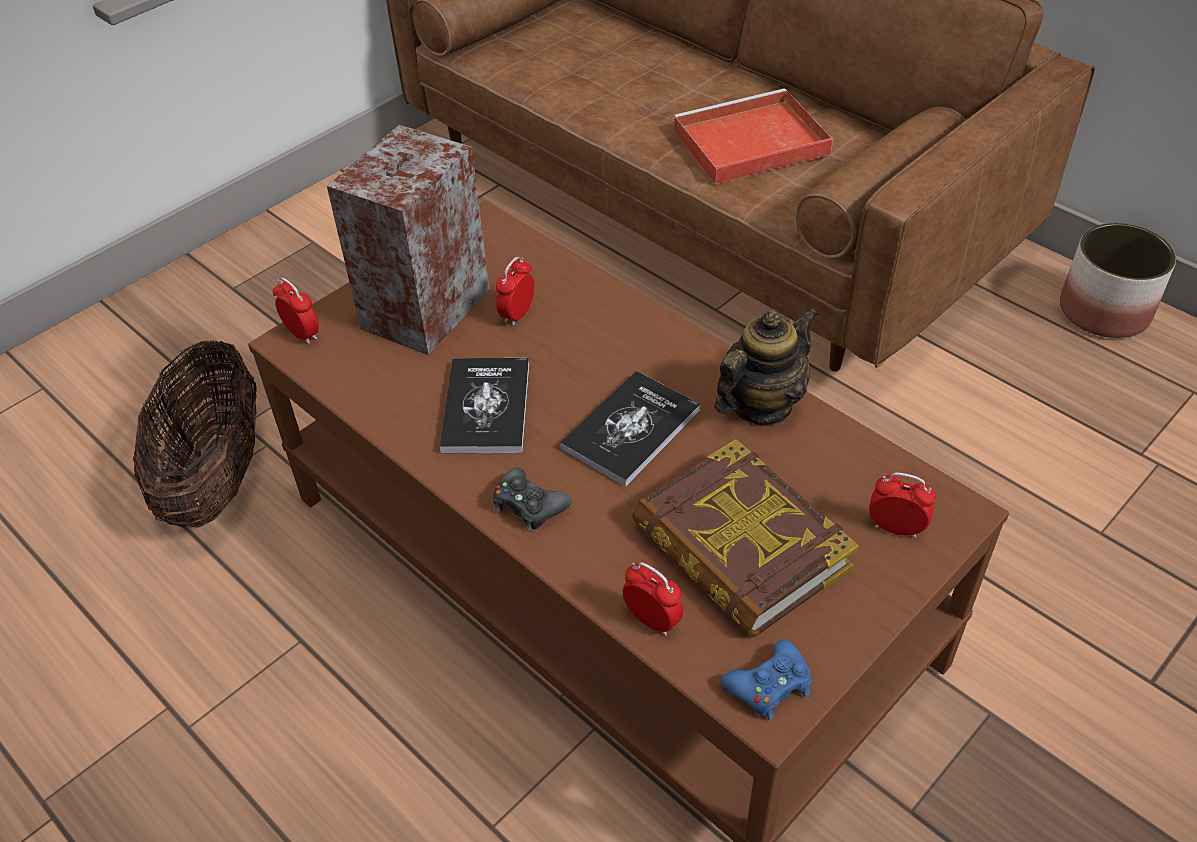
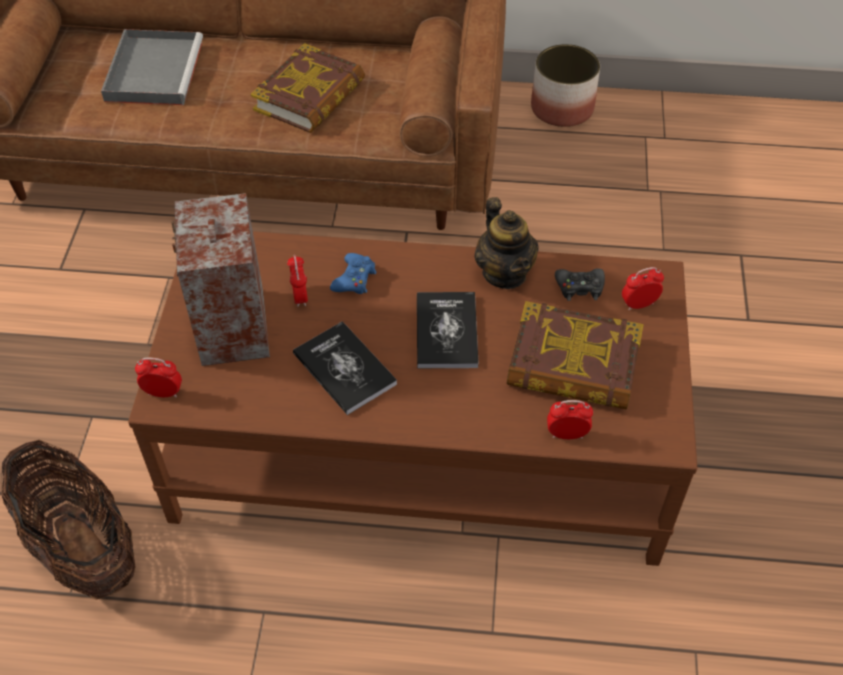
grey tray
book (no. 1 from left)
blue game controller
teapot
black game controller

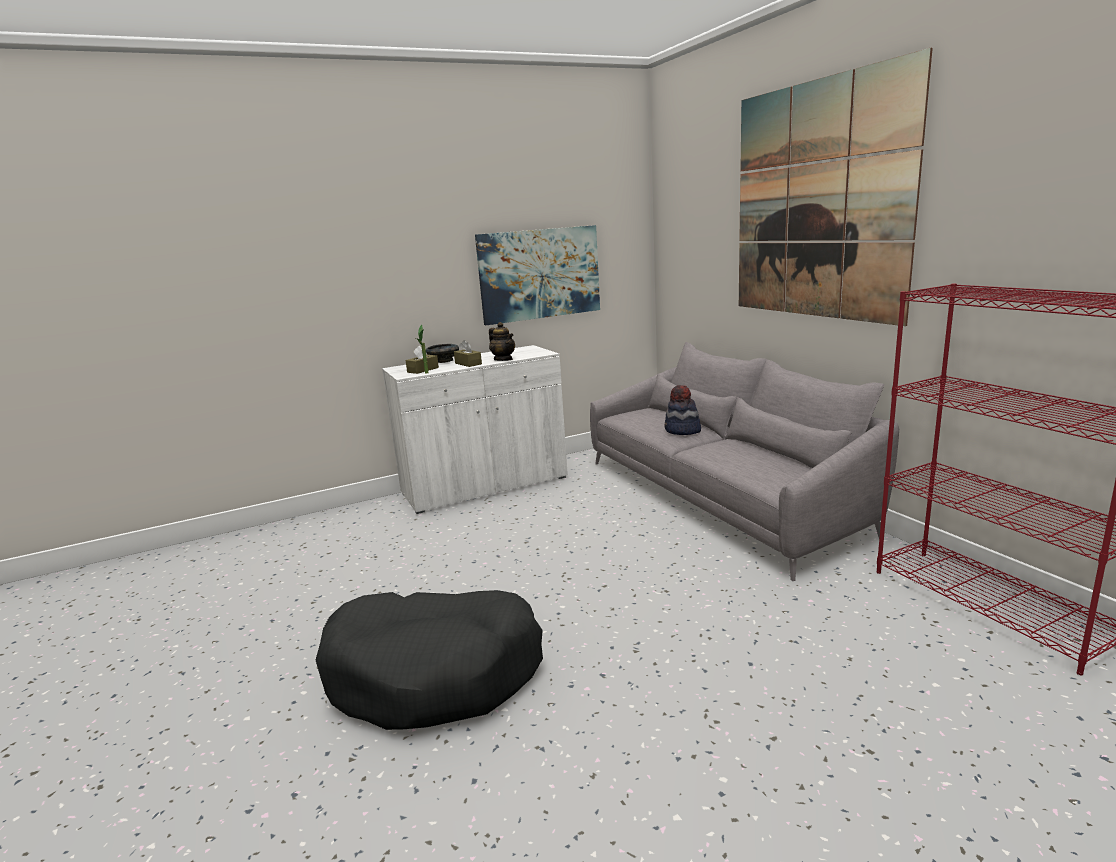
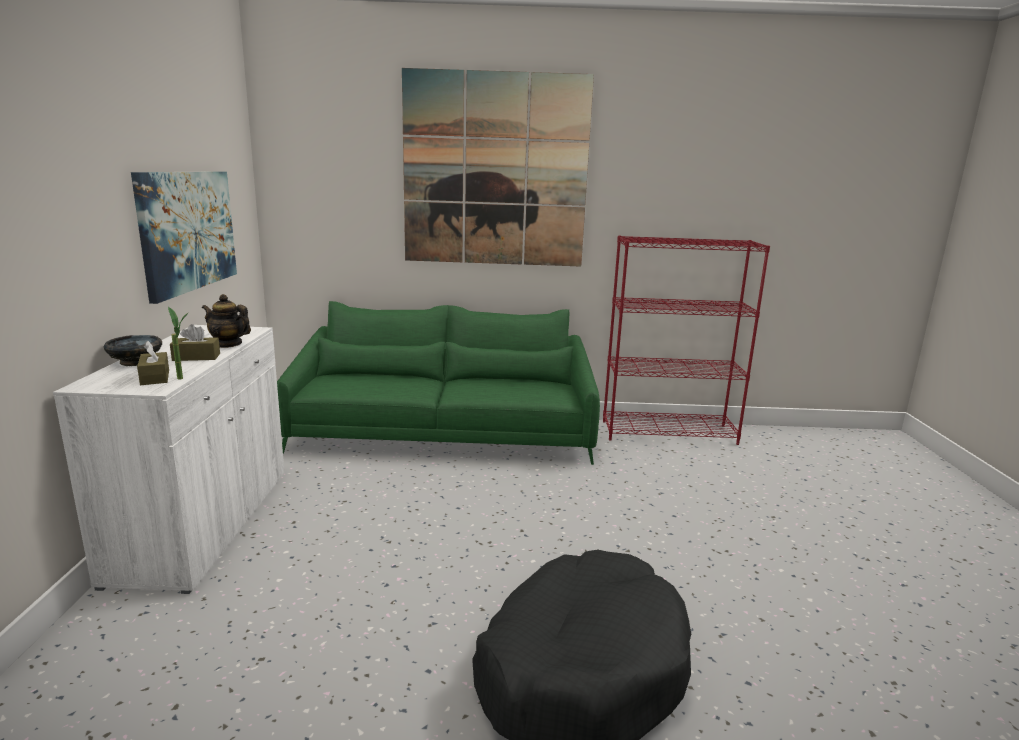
teapot
green sofa
hat

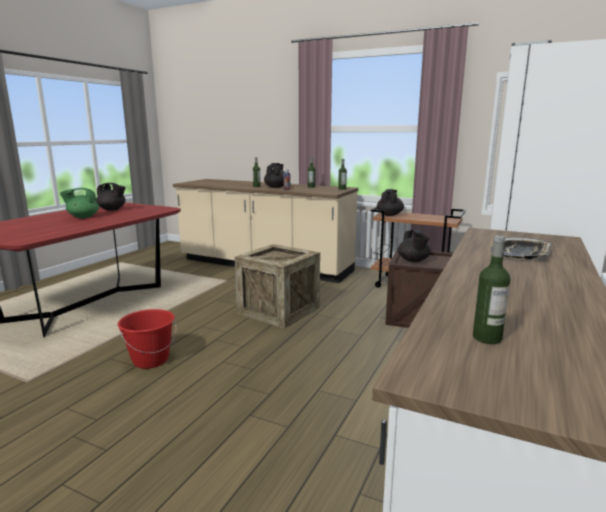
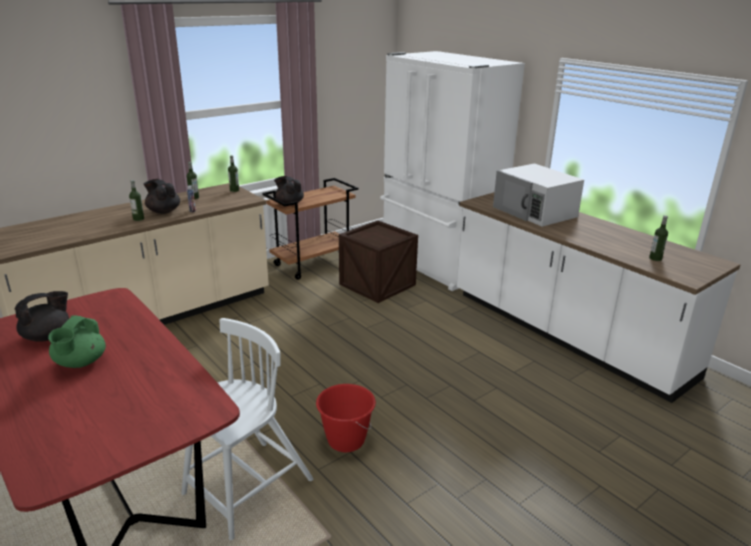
white chair
white microwave
crate (no. 1 from left in the first image)
black teapot (no. 4 from left in the first image)

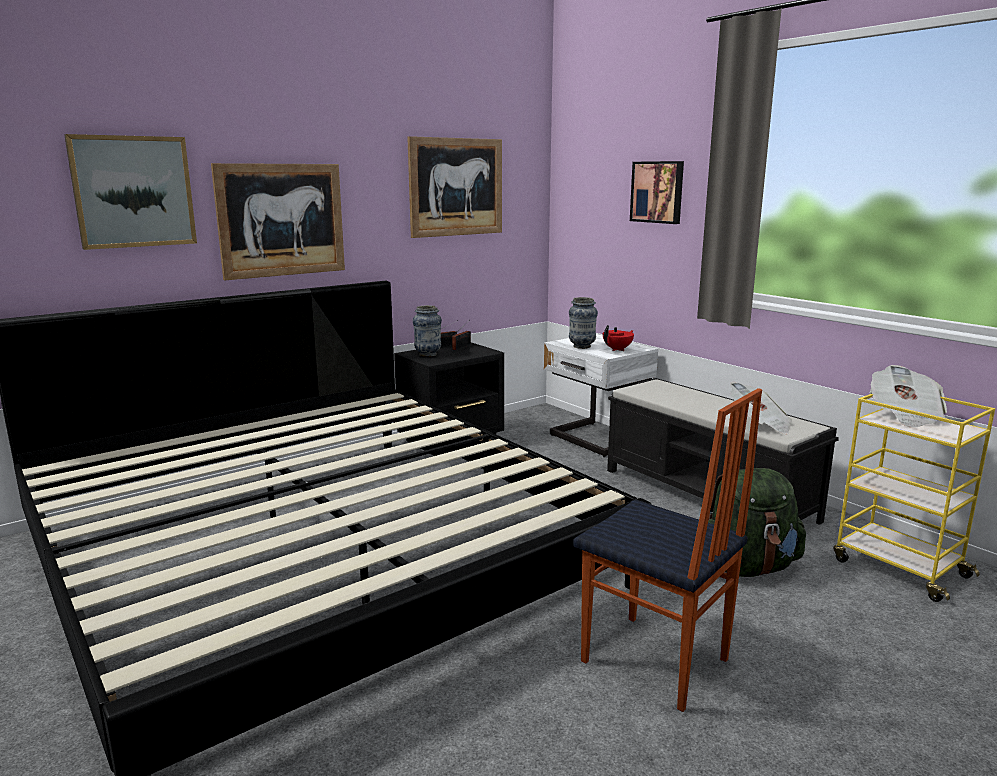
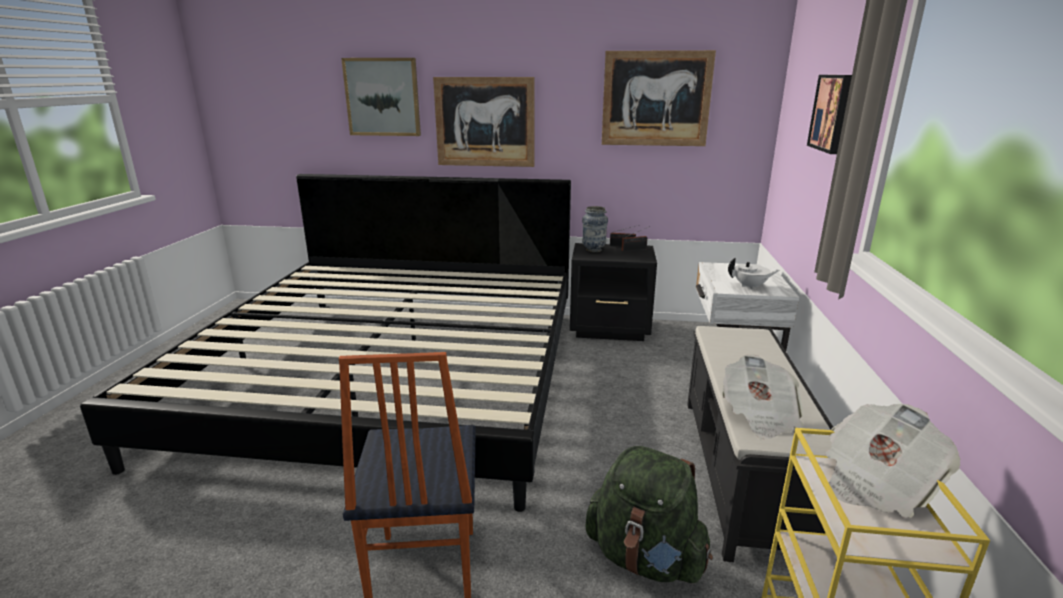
white teapot
vase (no. 2 from left in the first image)

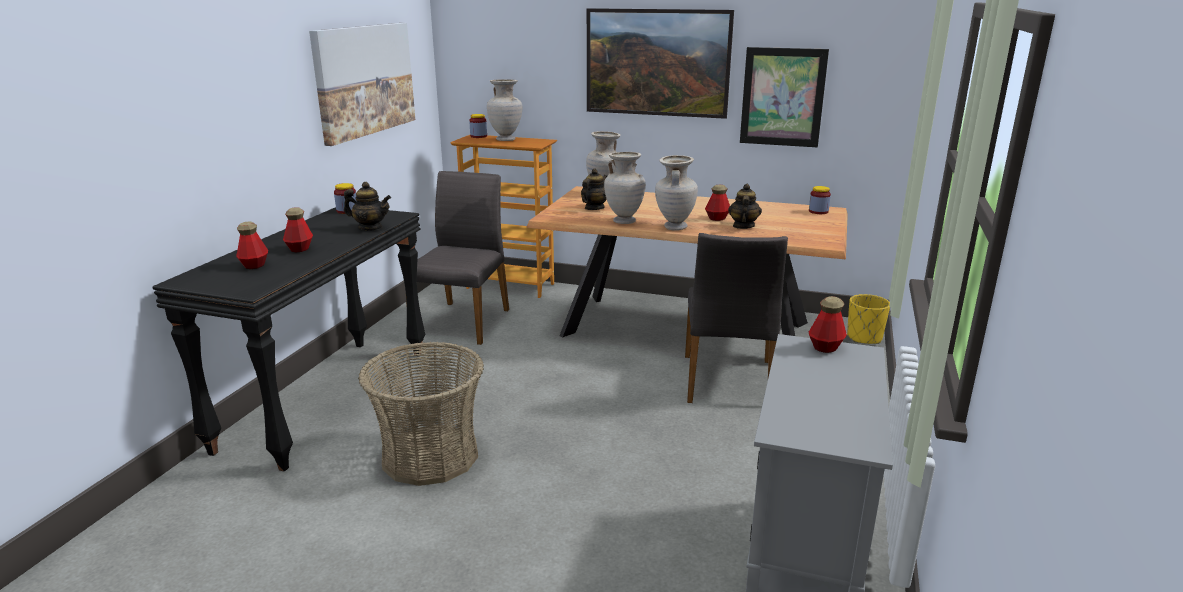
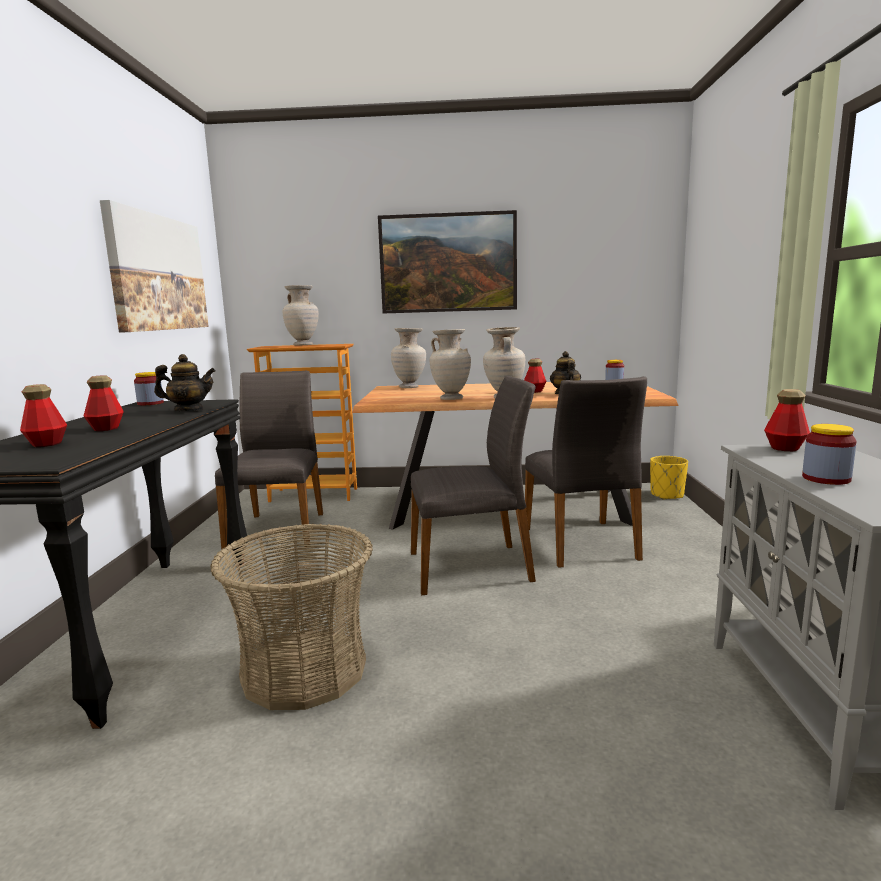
grey chair (no. 2 from left)
jar (no. 3 from left)
teapot (no. 2 from left in the first image)
picture (no. 3 from left in the first image)

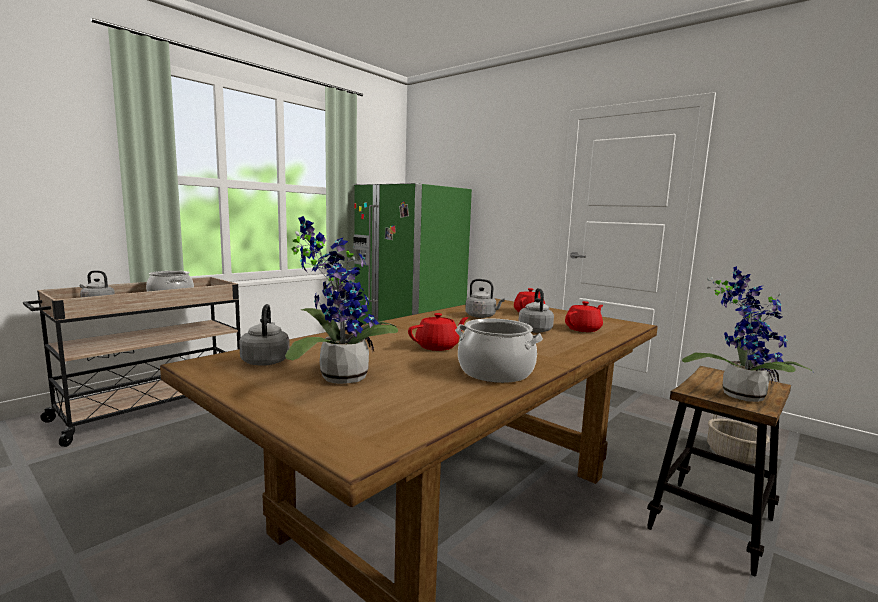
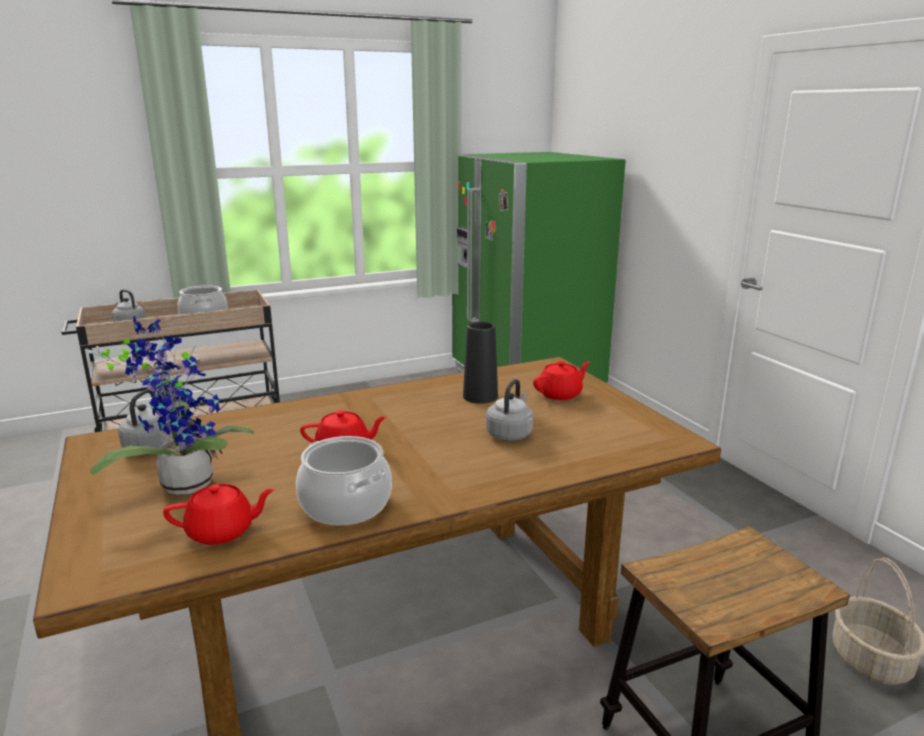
red teapot (no. 1 from left)
black vase
potted plant (no. 2 from left in the first image)

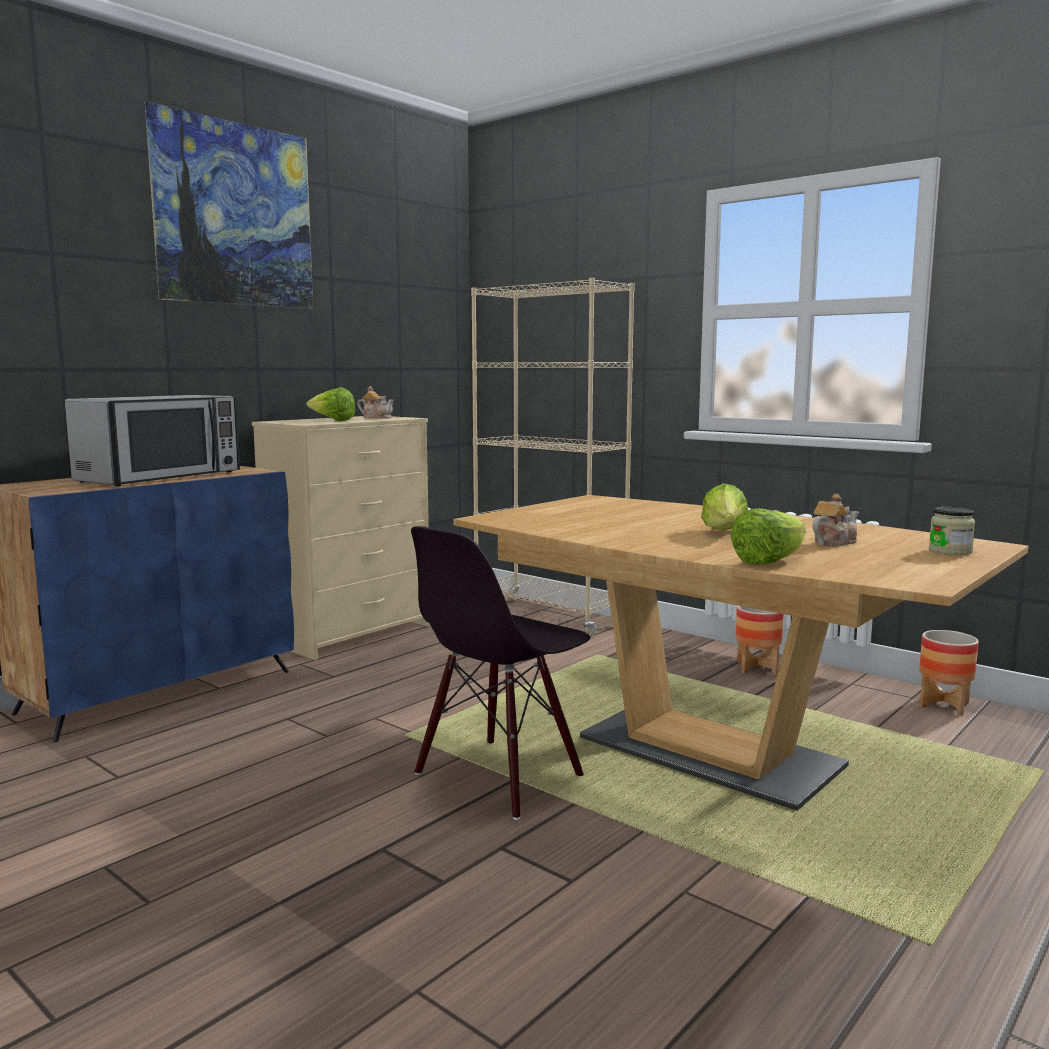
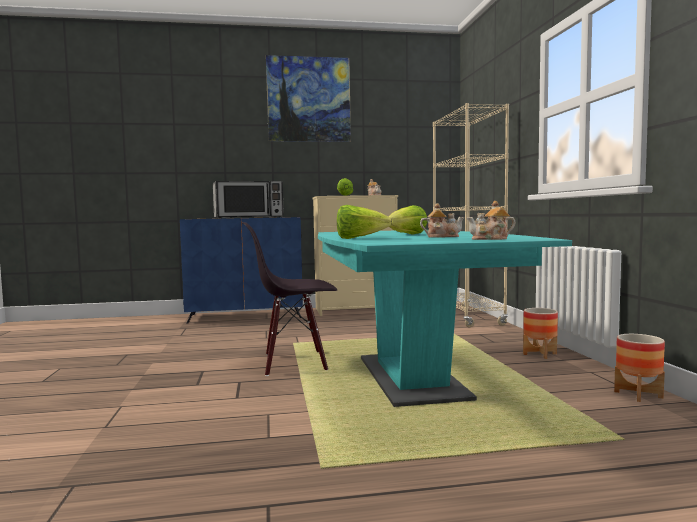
turquoise dining table
teapot (no. 3 from left)

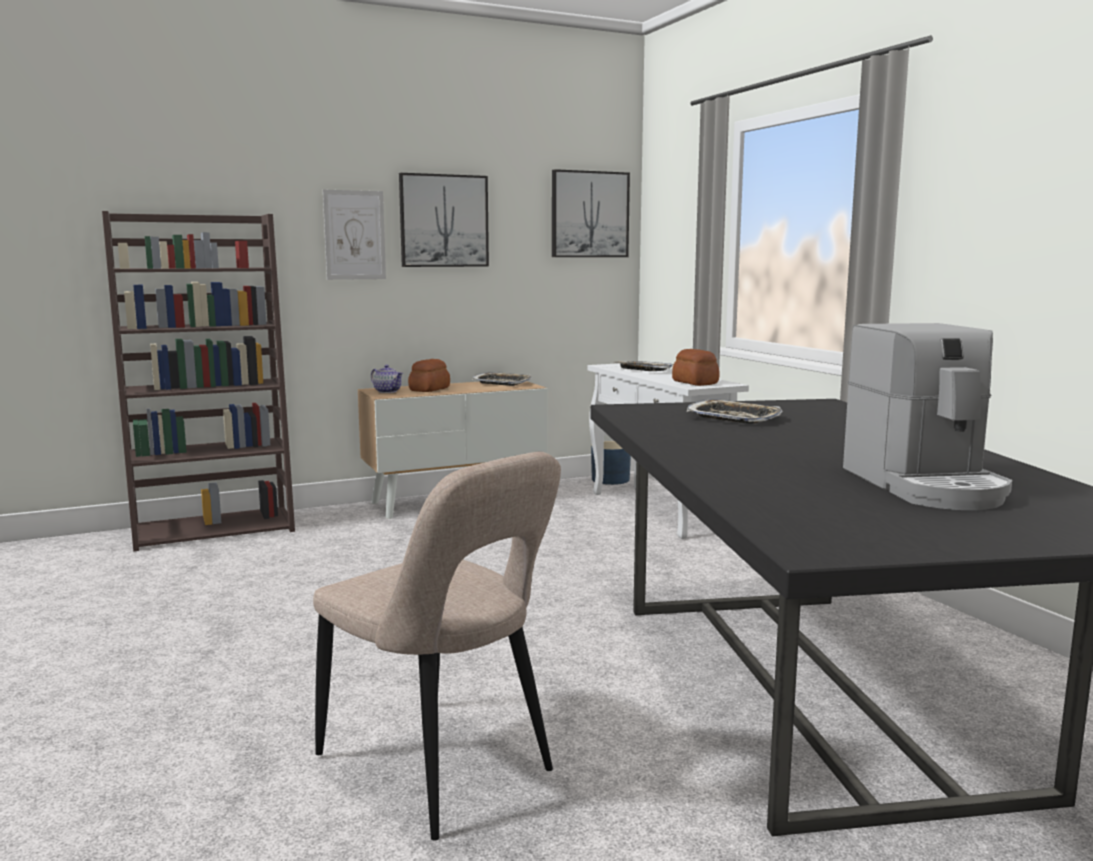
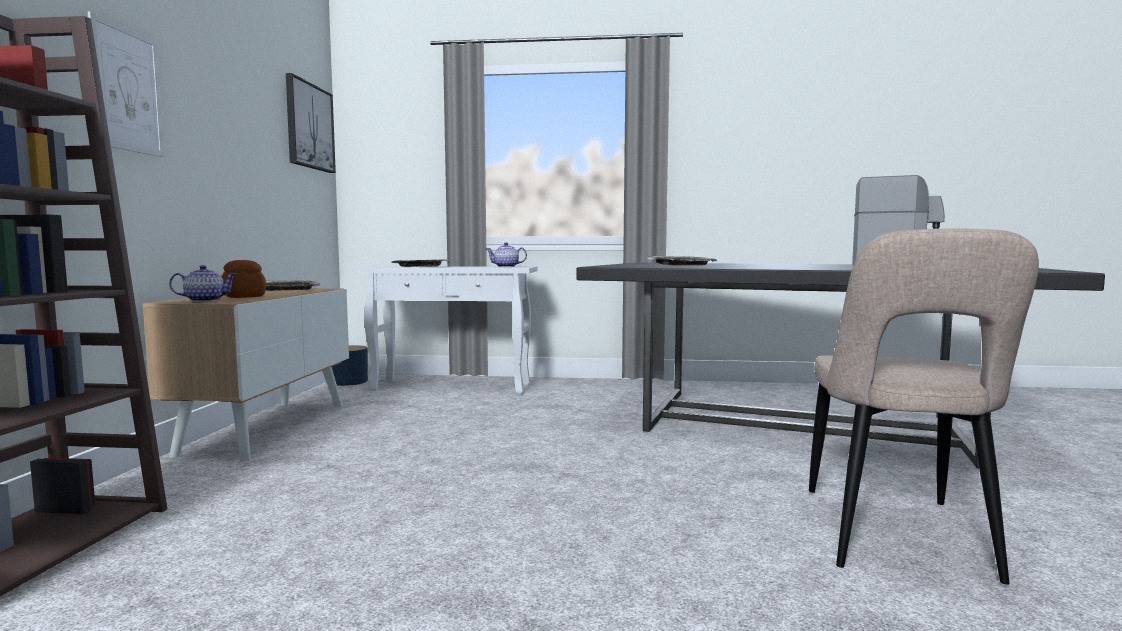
teapot (no. 2 from left)
beige chair
picture (no. 2 from left in the first image)

